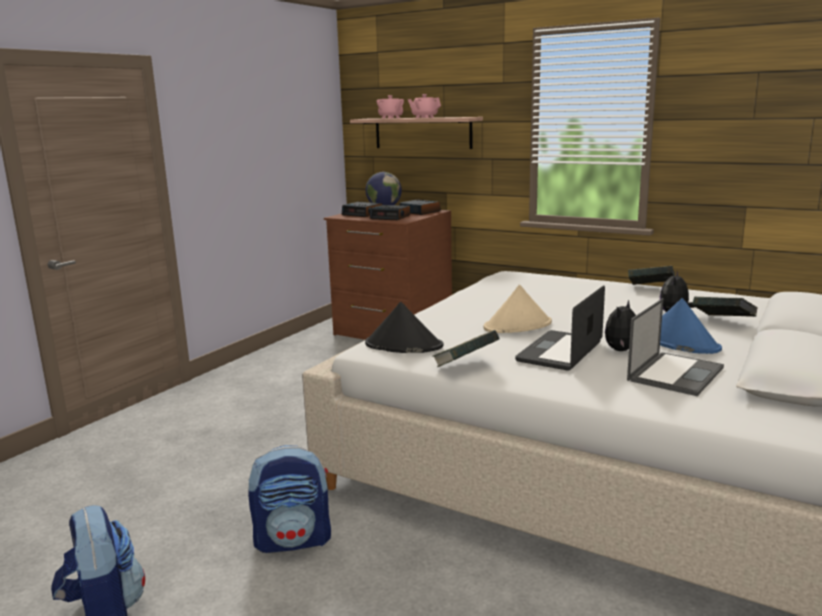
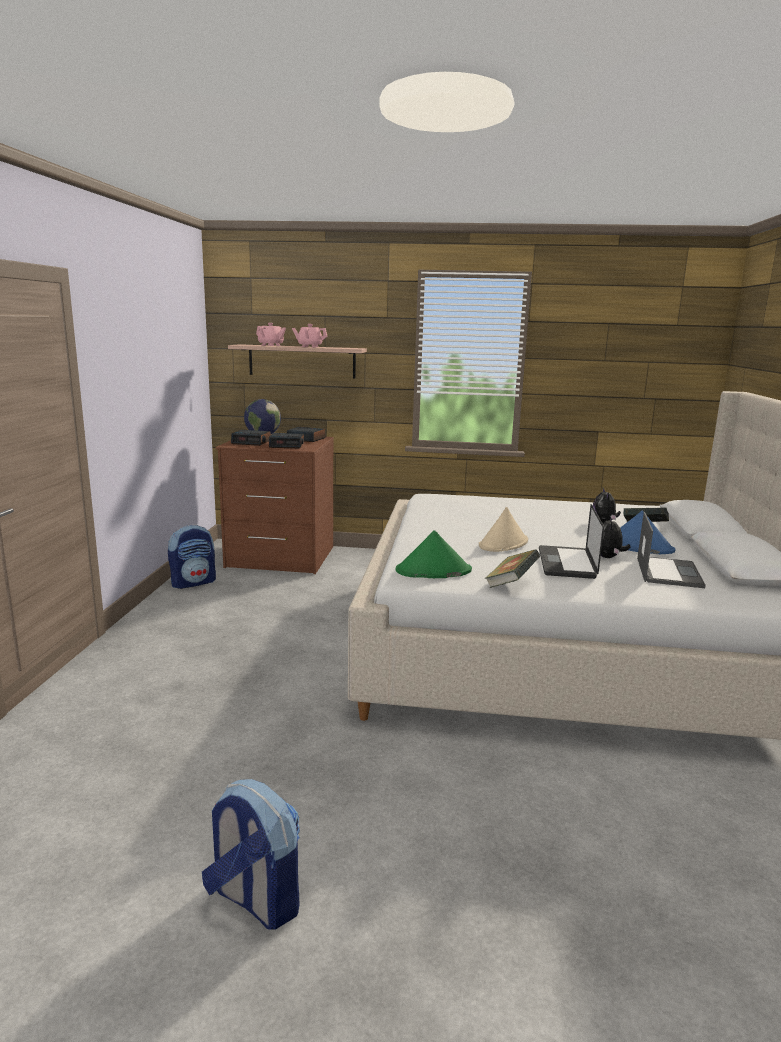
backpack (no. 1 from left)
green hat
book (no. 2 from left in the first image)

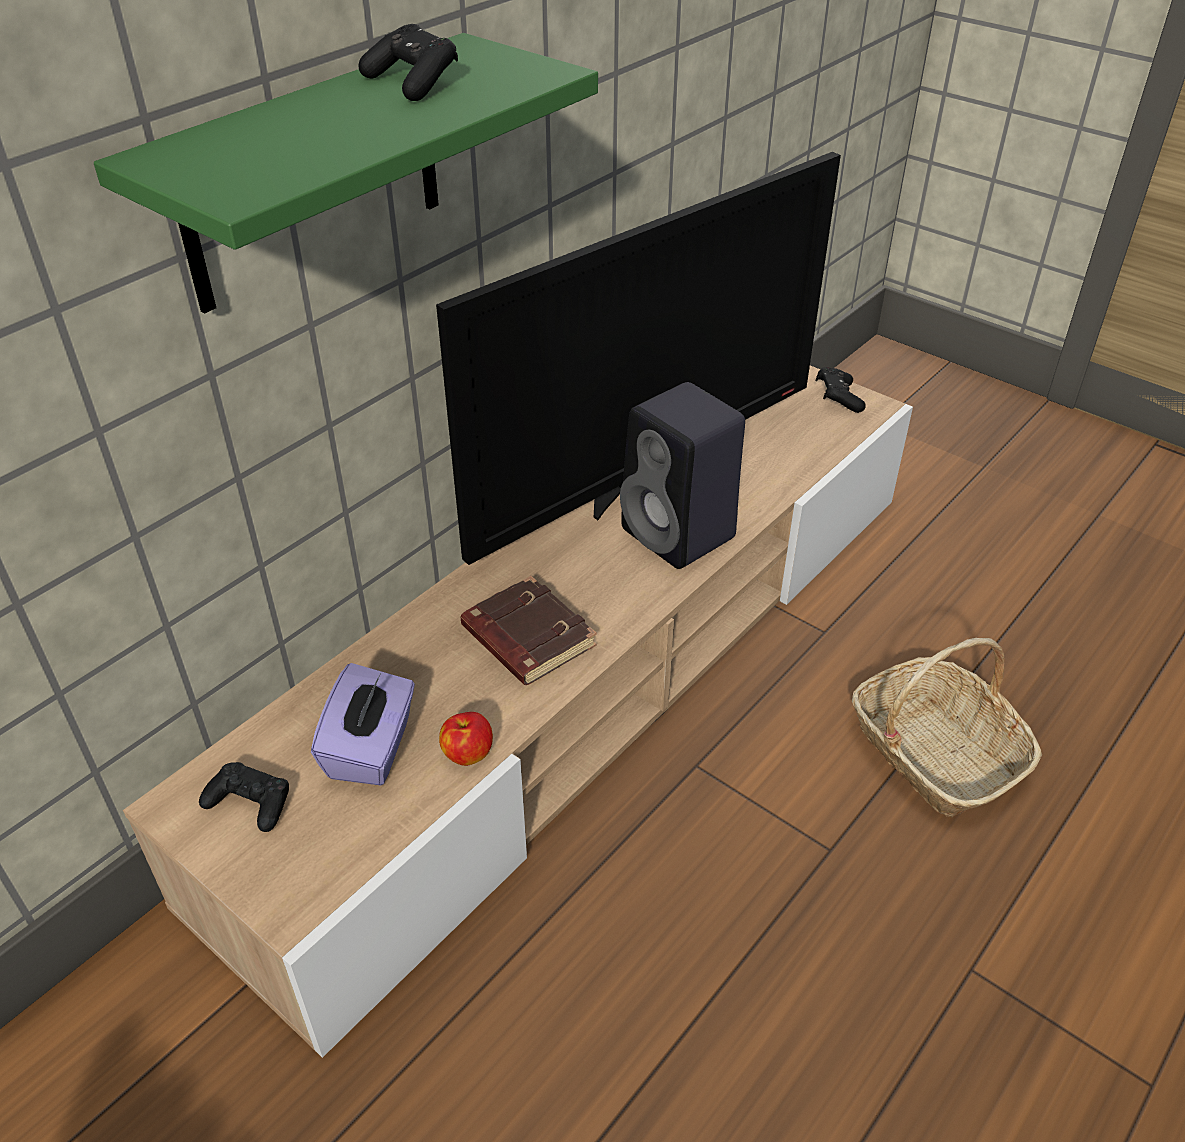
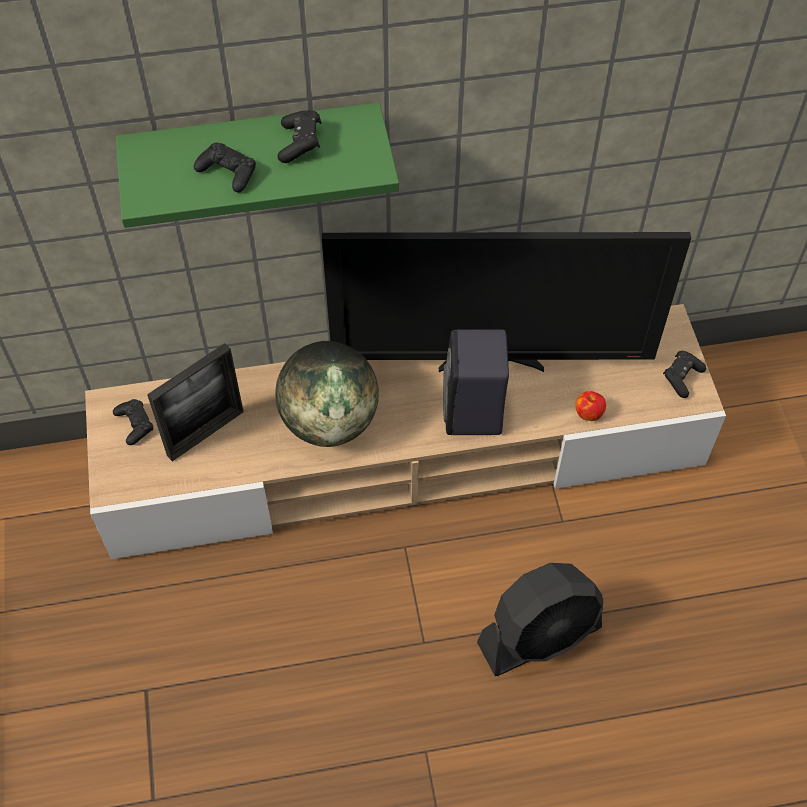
picture frame
black game controller (no. 2 from left)
globe
black fan
apple

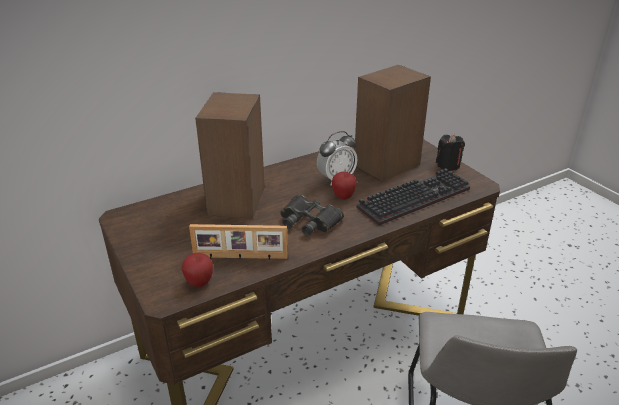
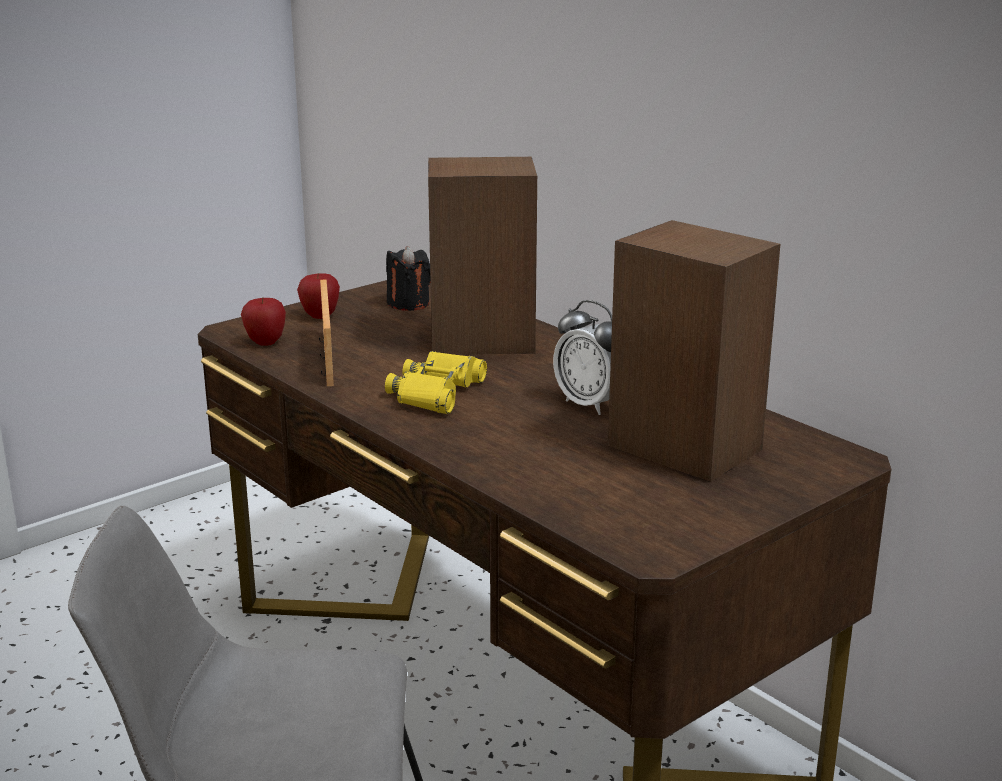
apple (no. 2 from left)
yellow binoculars
black candle
keyboard

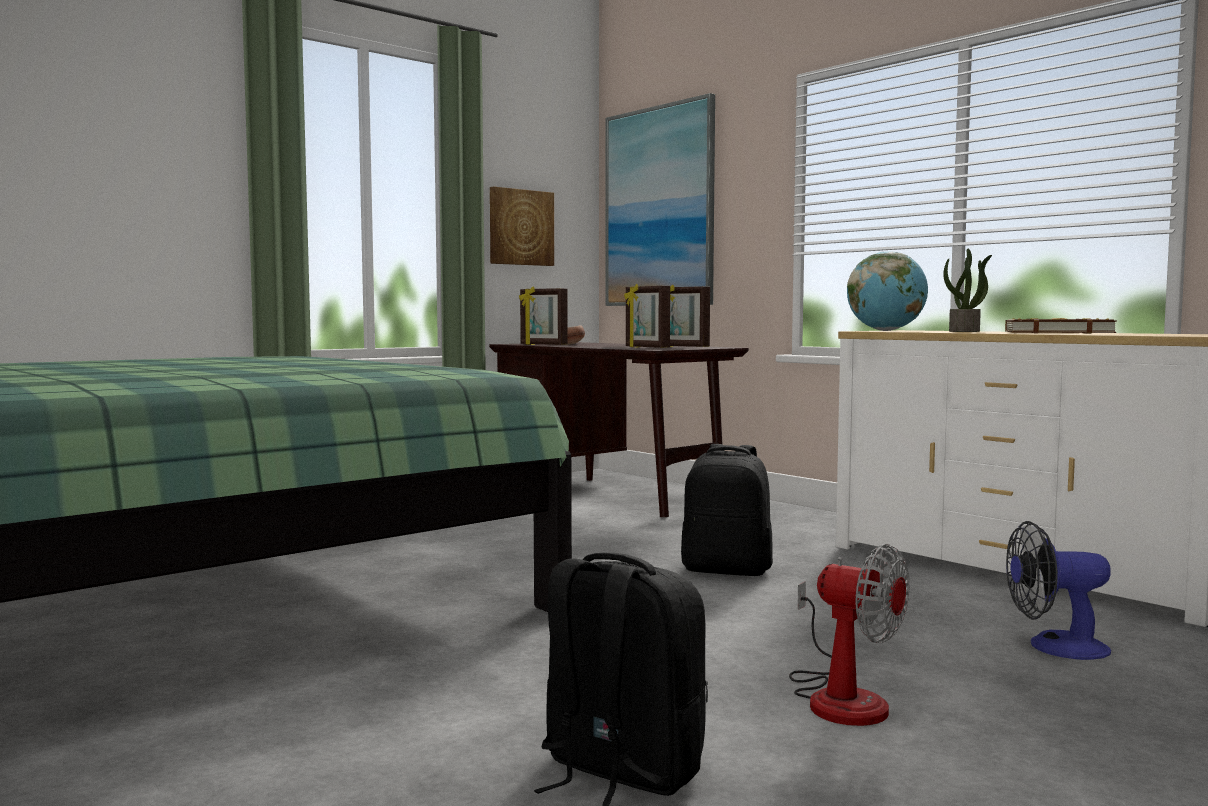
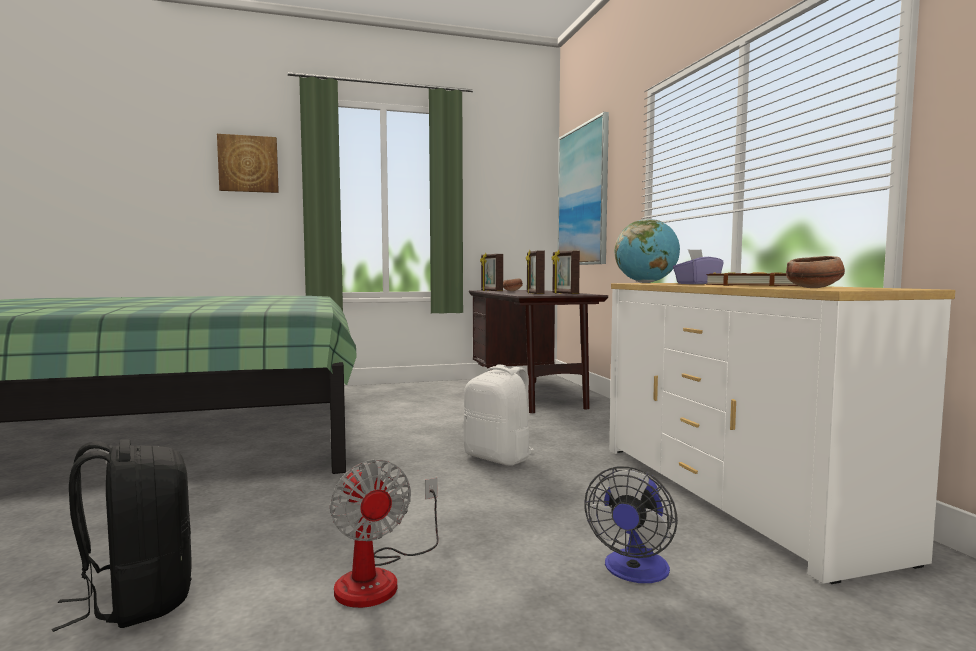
picture (no. 1 from left)
white backpack
fan (no. 2 from left)
purple tissue box
bowl (no. 2 from left)

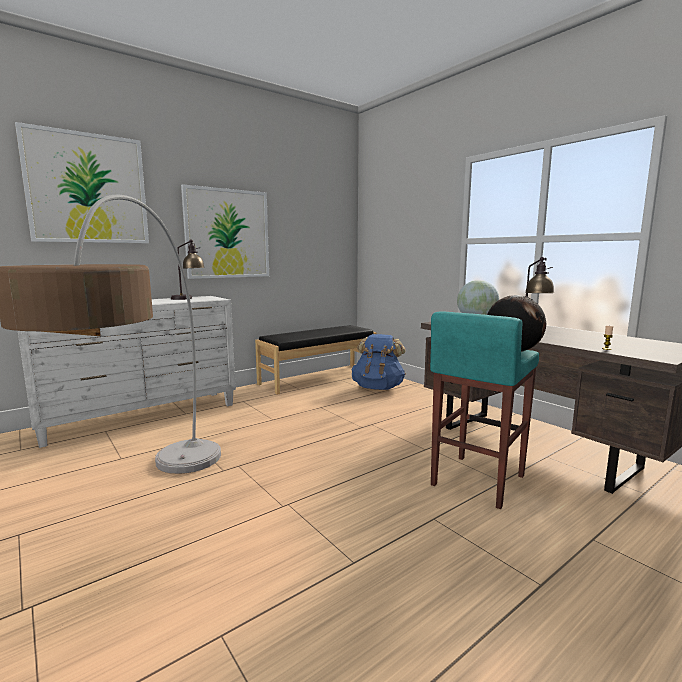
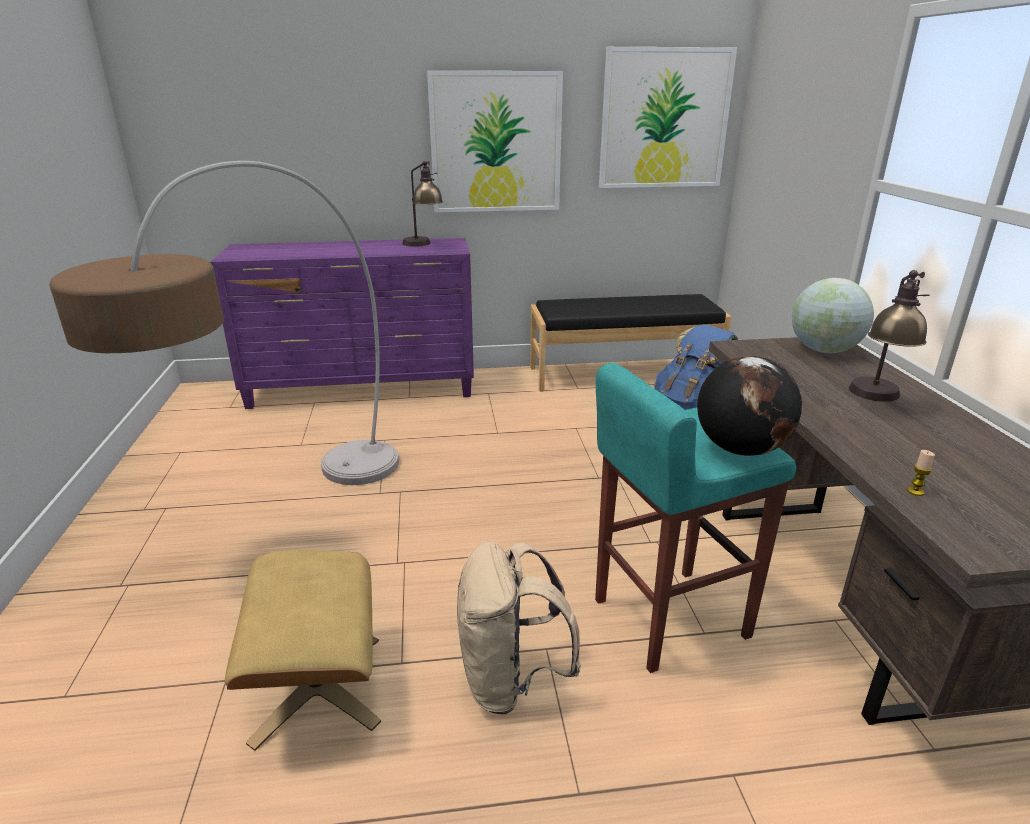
purple dresser
beige ottoman
beige backpack
picture (no. 2 from left)

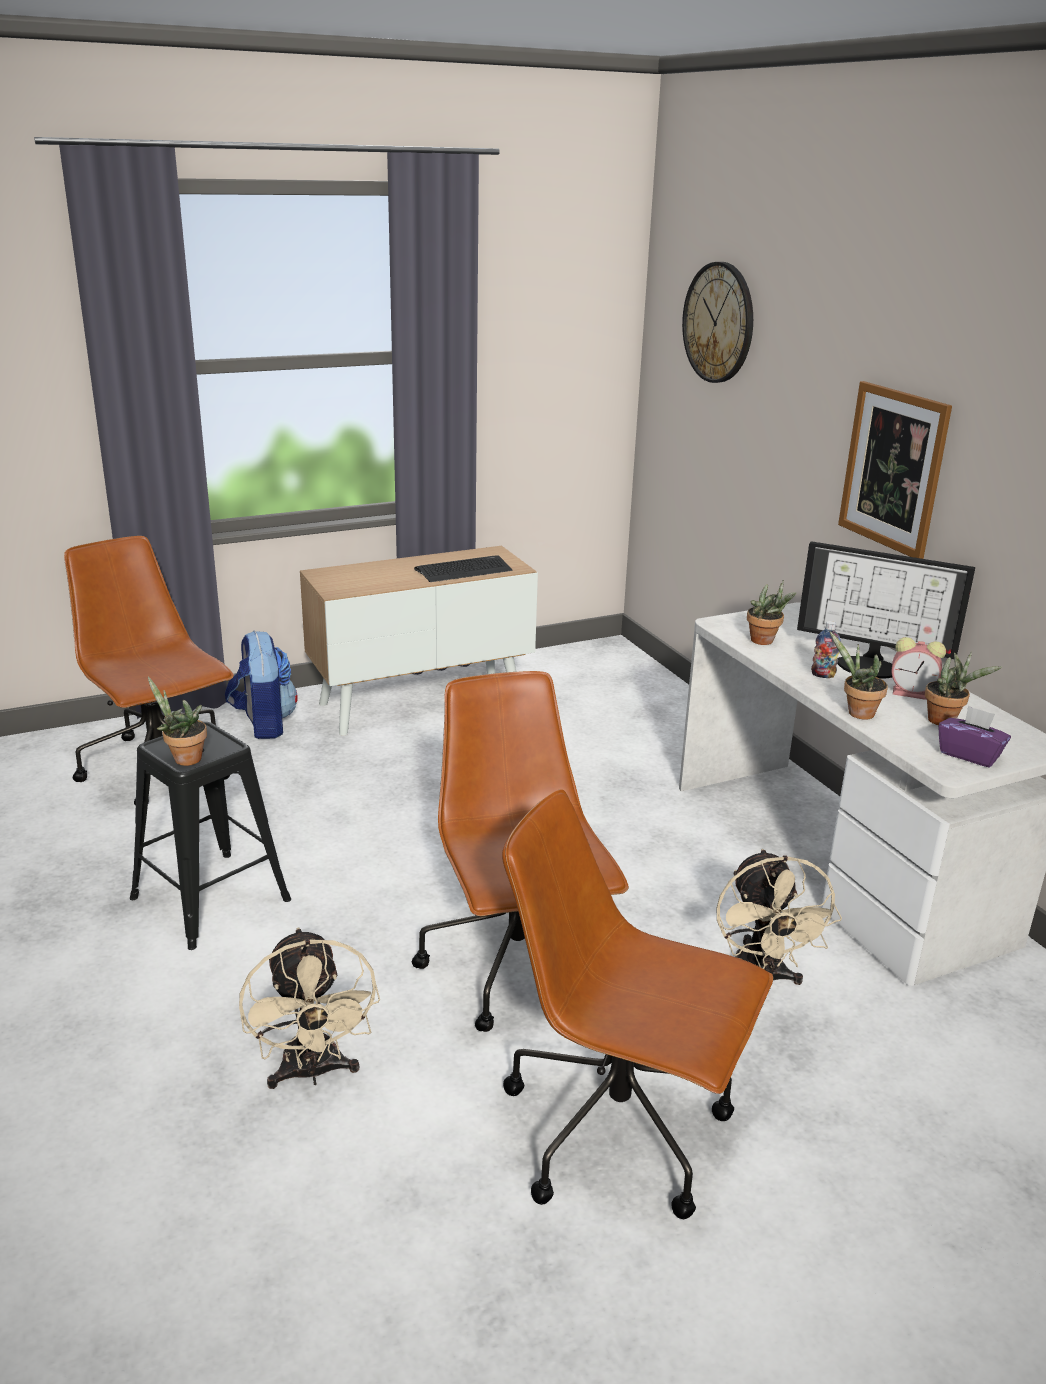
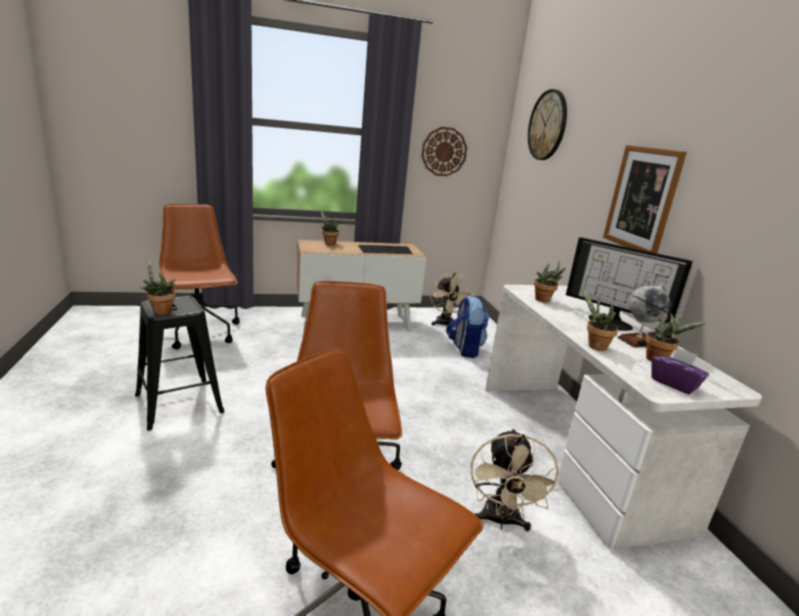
potted plant (no. 2 from left)
wall clock (no. 1 from left)
beige fan (no. 1 from left)
backpack
globe
bottle

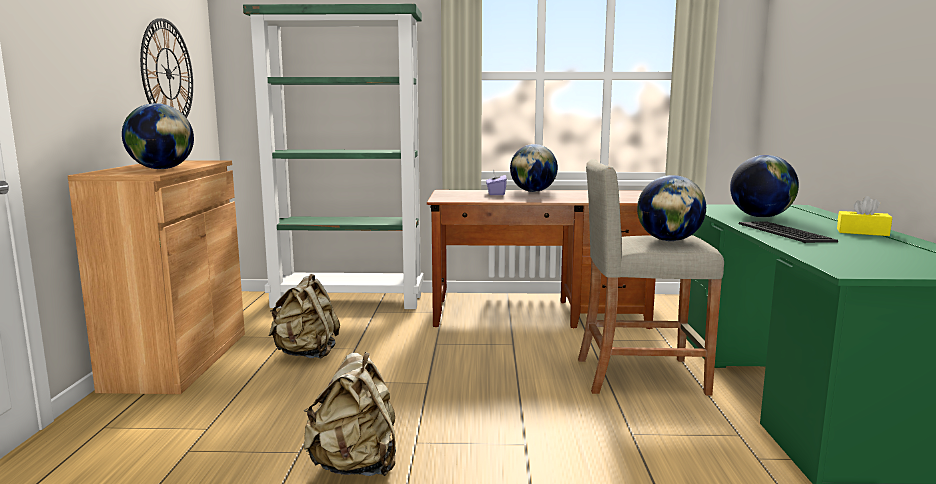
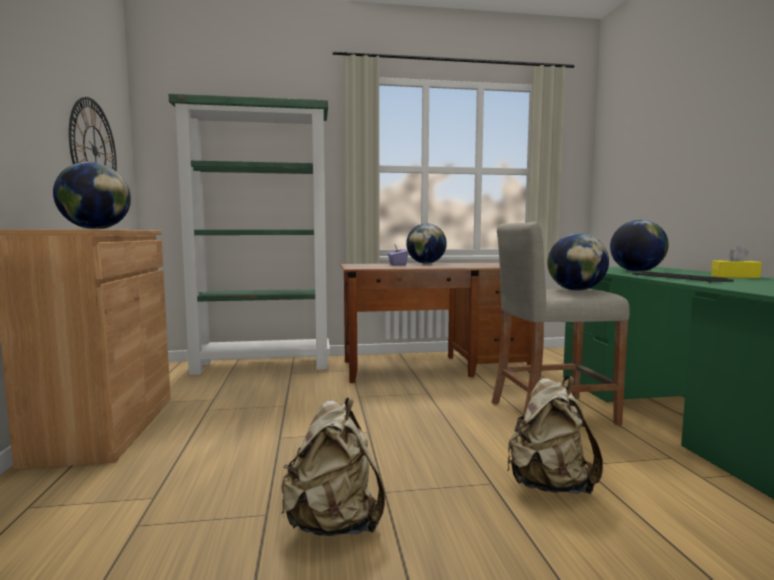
beige backpack (no. 2 from left)

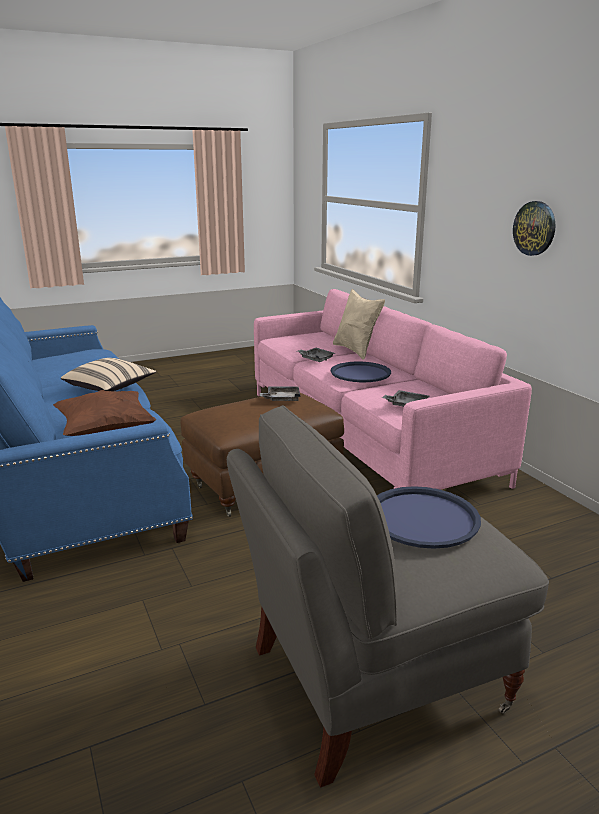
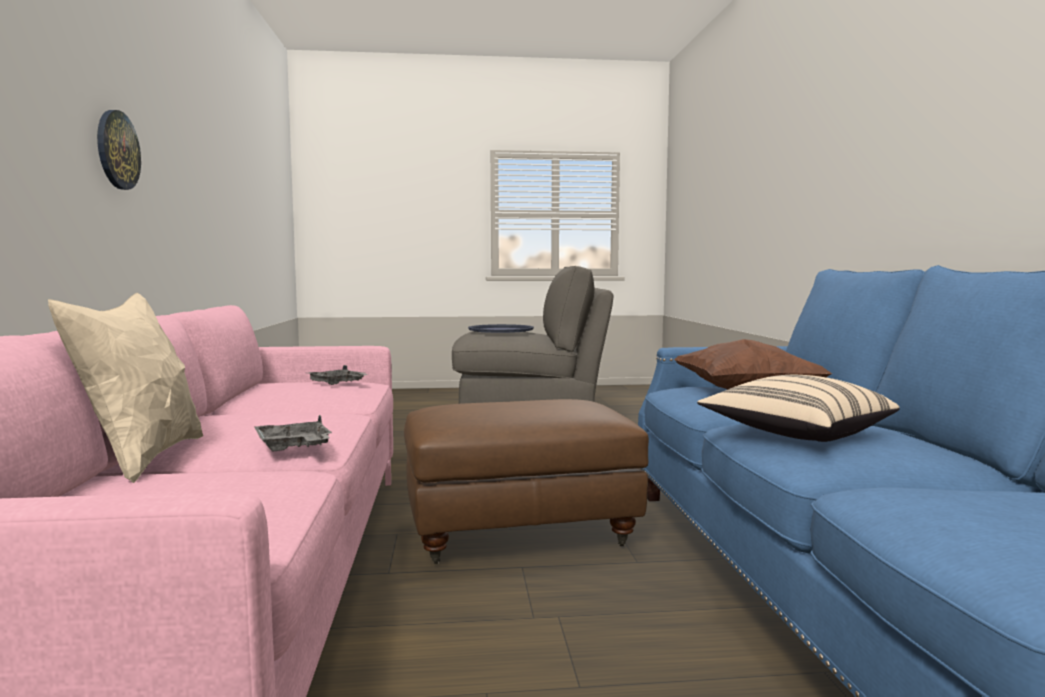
grey tray (no. 1 from left in the first image)
blue tray (no. 1 from left in the first image)

